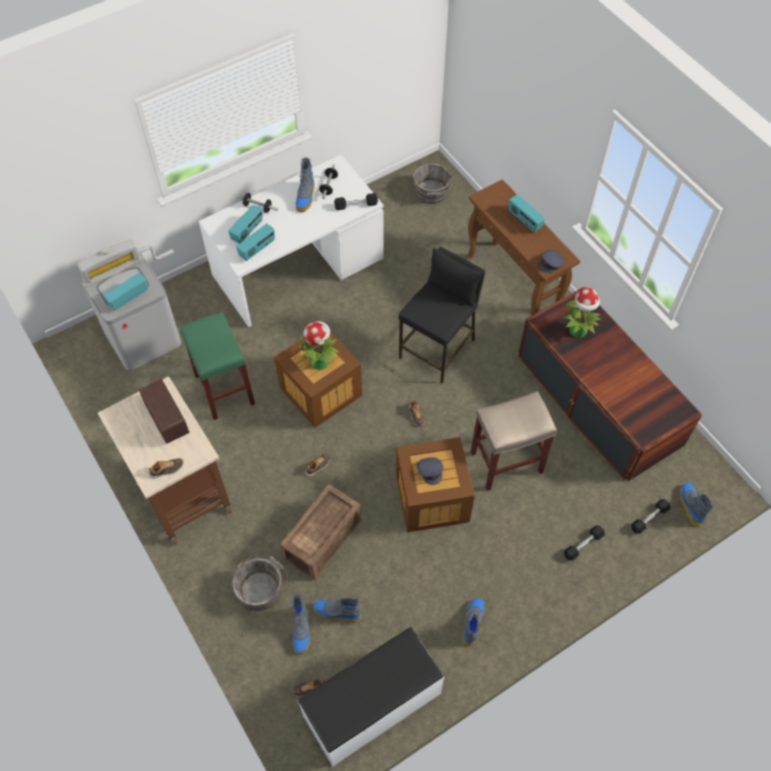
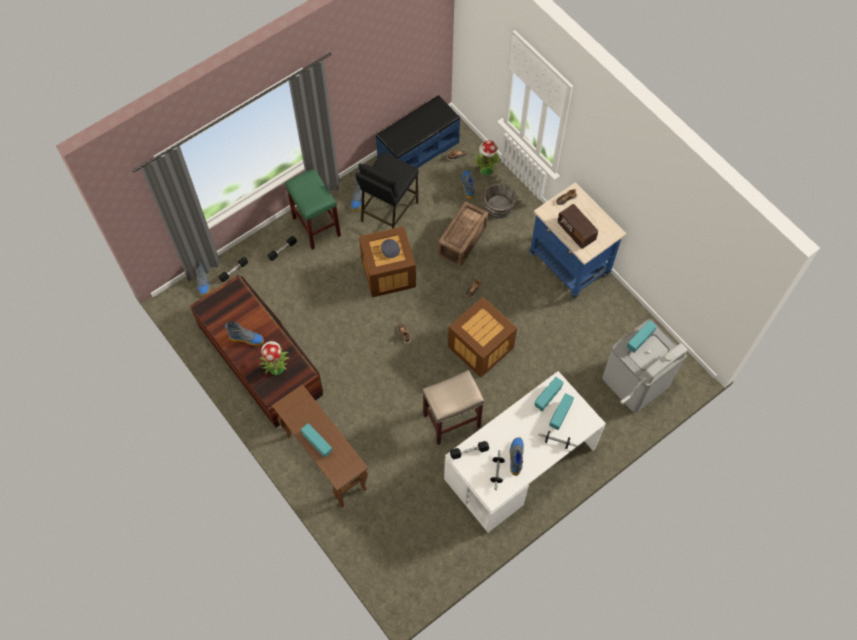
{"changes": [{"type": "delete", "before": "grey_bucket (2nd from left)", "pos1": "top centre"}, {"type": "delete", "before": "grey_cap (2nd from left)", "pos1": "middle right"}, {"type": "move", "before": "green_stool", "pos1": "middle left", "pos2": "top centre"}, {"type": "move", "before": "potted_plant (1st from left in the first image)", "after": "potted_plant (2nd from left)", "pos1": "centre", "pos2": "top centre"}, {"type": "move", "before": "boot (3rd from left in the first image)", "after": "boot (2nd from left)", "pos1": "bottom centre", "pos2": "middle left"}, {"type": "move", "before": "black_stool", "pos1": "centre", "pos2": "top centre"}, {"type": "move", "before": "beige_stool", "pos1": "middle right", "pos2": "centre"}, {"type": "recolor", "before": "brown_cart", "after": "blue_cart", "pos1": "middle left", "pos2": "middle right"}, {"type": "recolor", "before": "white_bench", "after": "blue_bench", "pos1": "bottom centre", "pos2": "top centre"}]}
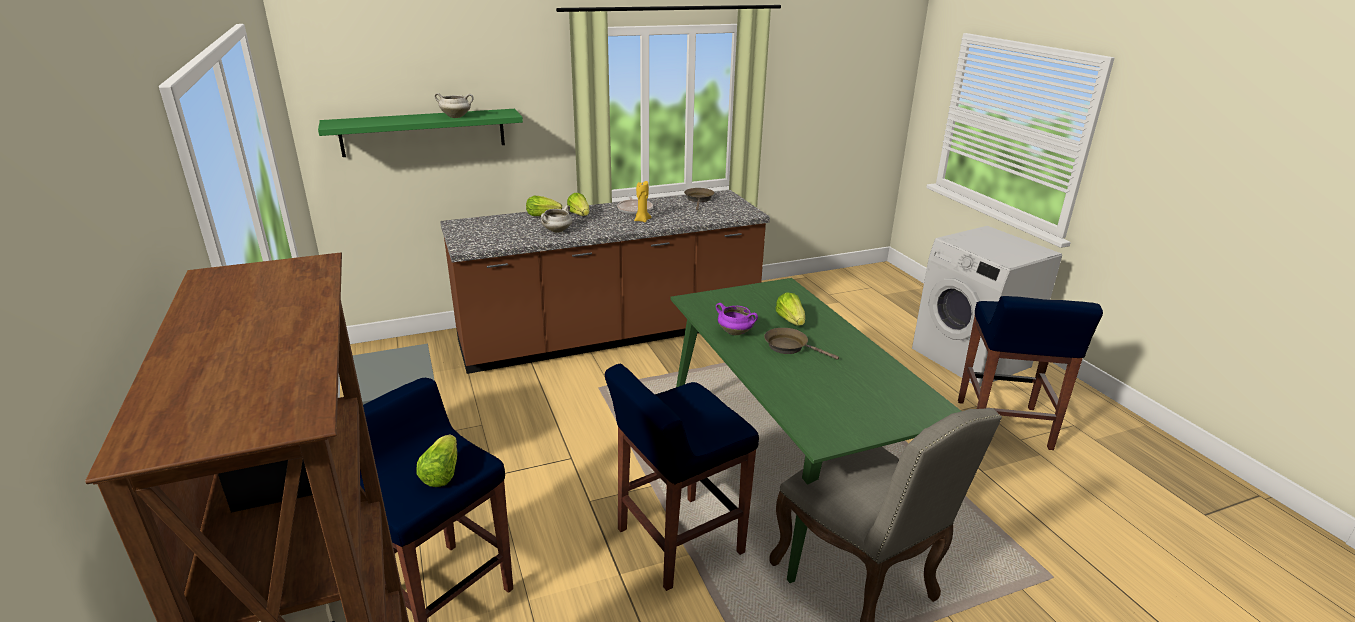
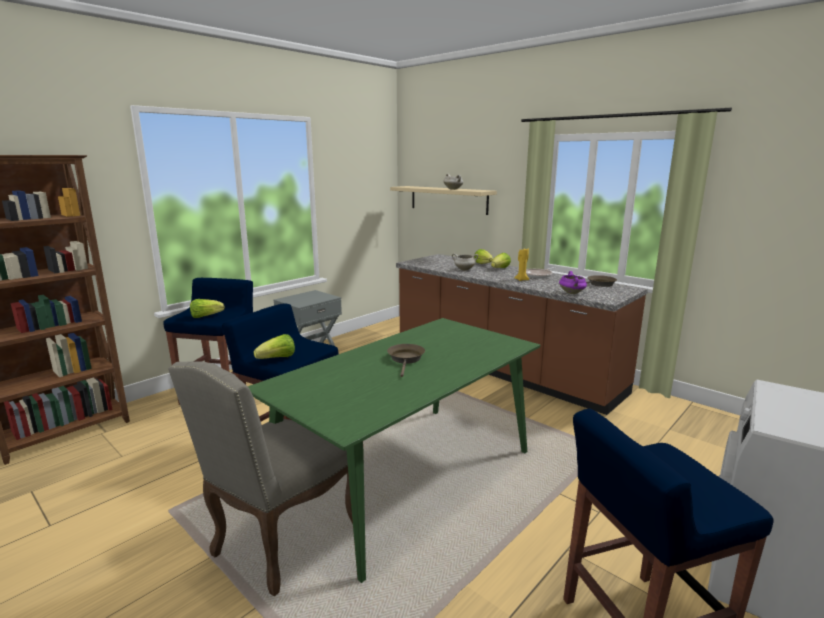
{"changes": [{"type": "move", "before": "purple_cooking_pot", "pos1": "centre", "pos2": "middle right"}, {"type": "move", "before": "lettuce (4th from left in the first image)", "after": "lettuce (2nd from left)", "pos1": "centre", "pos2": "middle left"}, {"type": "recolor", "before": "green_shelf", "after": "beige_shelf", "pos1": "top left", "pos2": "top centre"}]}
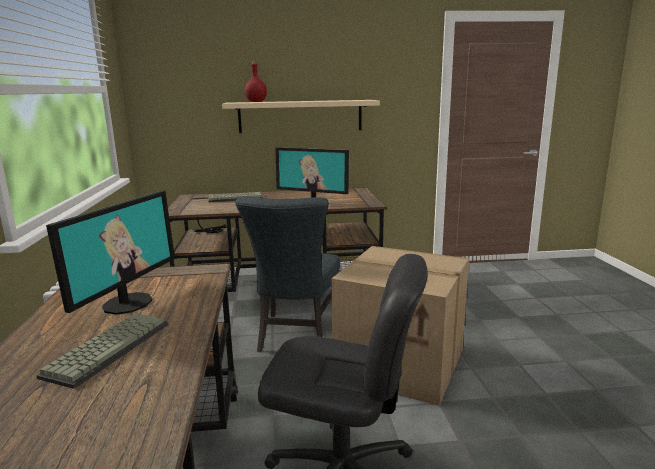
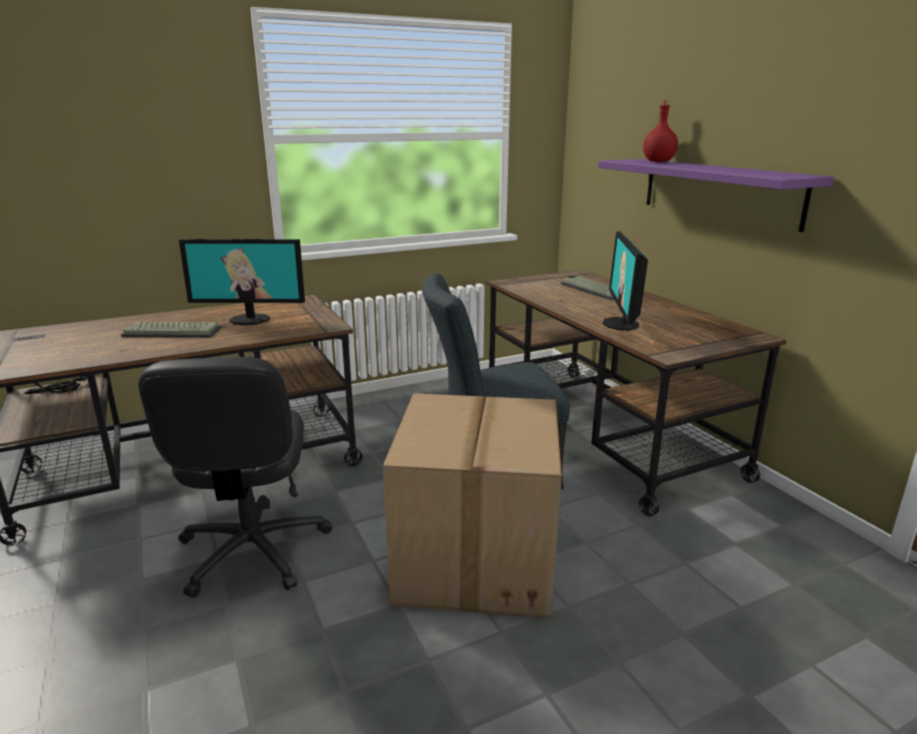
{"changes": [{"type": "recolor", "before": "beige_shelf", "after": "purple_shelf", "pos1": "top centre", "pos2": "top right"}]}
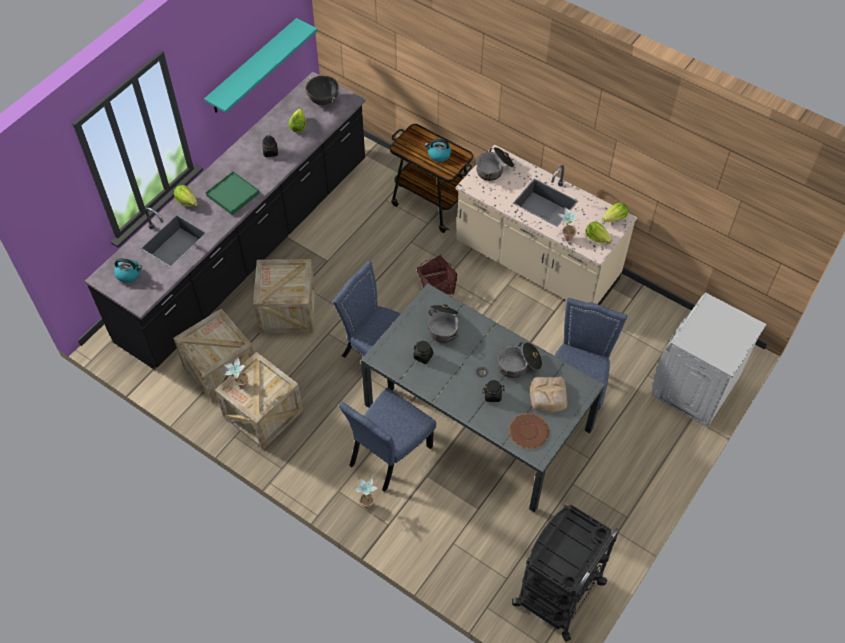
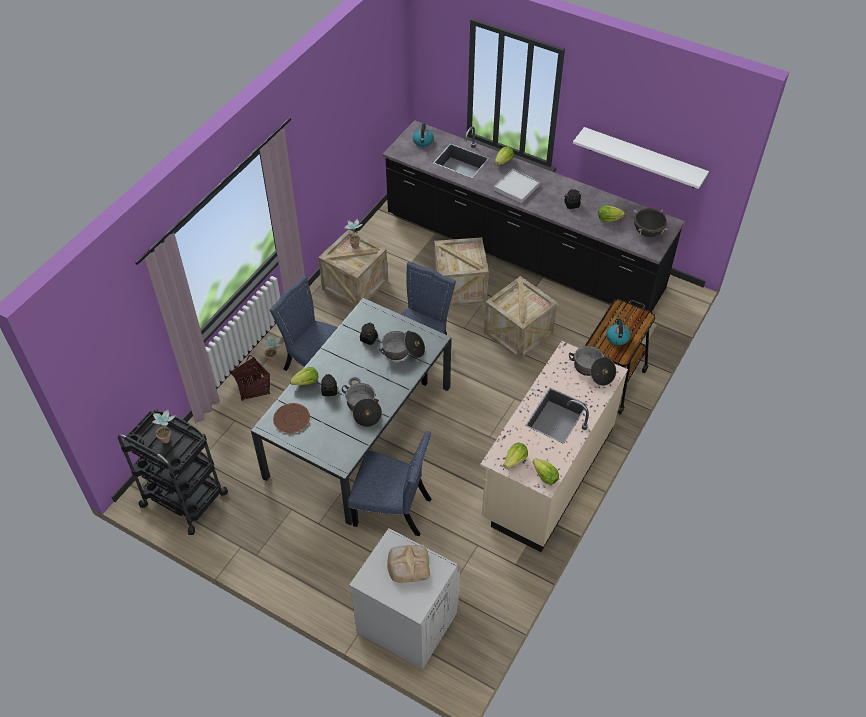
{"changes": [{"type": "insert", "after": "lettuce (1st from left)", "pos2": "centre"}, {"type": "move", "before": "crate (1st from left in the first image)", "after": "crate (3rd from left)", "pos1": "middle left", "pos2": "centre"}, {"type": "move", "before": "basket", "pos1": "centre", "pos2": "middle left"}, {"type": "move", "before": "bread", "pos1": "centre", "pos2": "bottom centre"}, {"type": "move", "before": "potted_plant (3rd from left in the first image)", "after": "potted_plant (1st from left)", "pos1": "middle right", "pos2": "middle left"}, {"type": "recolor", "before": "turquoise_shelf", "after": "white_shelf", "pos1": "top left", "pos2": "top right"}, {"type": "recolor", "before": "green_tray", "after": "white_tray", "pos1": "top left", "pos2": "top centre"}]}
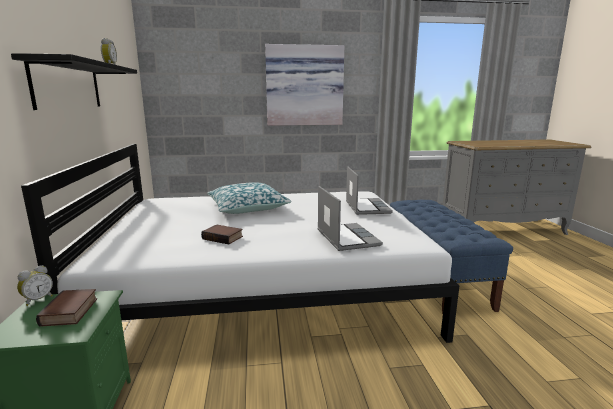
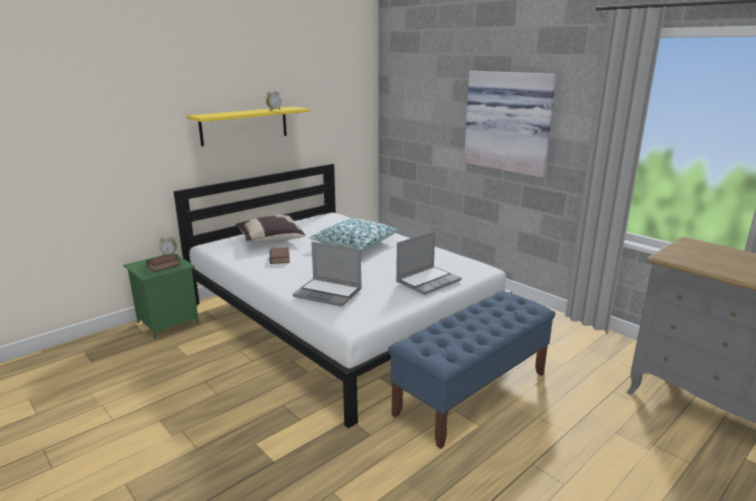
{"changes": [{"type": "insert", "after": "pillow (1st from left)", "pos2": "centre"}, {"type": "recolor", "before": "black_shelf", "after": "yellow_shelf", "pos1": "top left", "pos2": "top left"}, {"type": "rotate", "before": "laptop (1st from left)", "pos1": "centre", "pos2": "centre", "turn": 75}]}
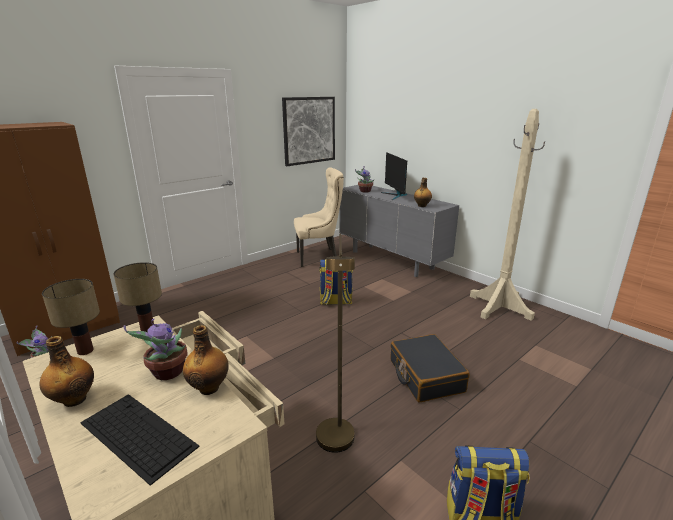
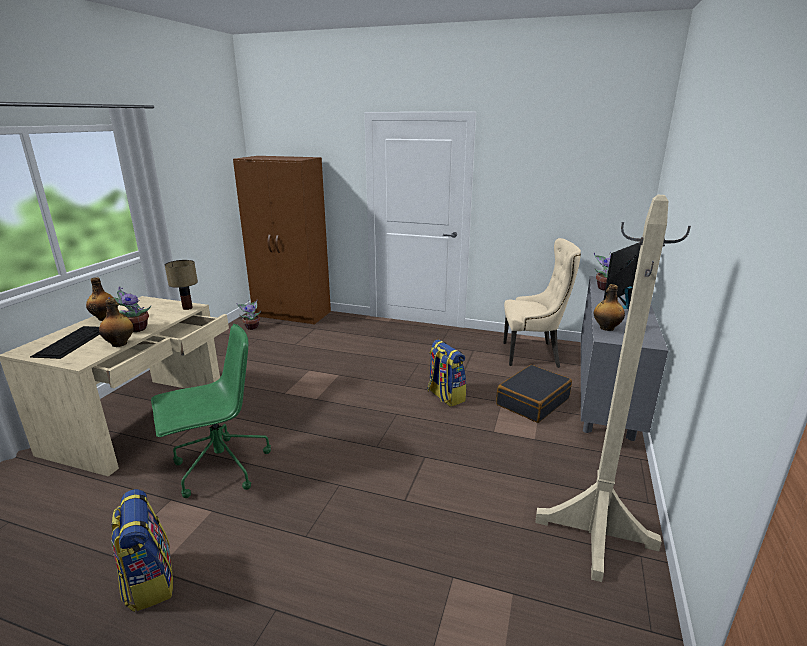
{"changes": [{"type": "delete", "before": "table_lamp (1st from left)", "pos1": "middle left"}, {"type": "delete", "before": "picture", "pos1": "top centre"}, {"type": "move", "before": "black_suitcase", "pos1": "bottom centre", "pos2": "centre"}, {"type": "replace", "before": "brown_floor_lamp", "after": "green_office_chair", "pos1": "centre", "pos2": "middle left"}, {"type": "rotate", "before": "beige_chair", "pos1": "centre", "pos2": "middle right", "turn": -45}]}
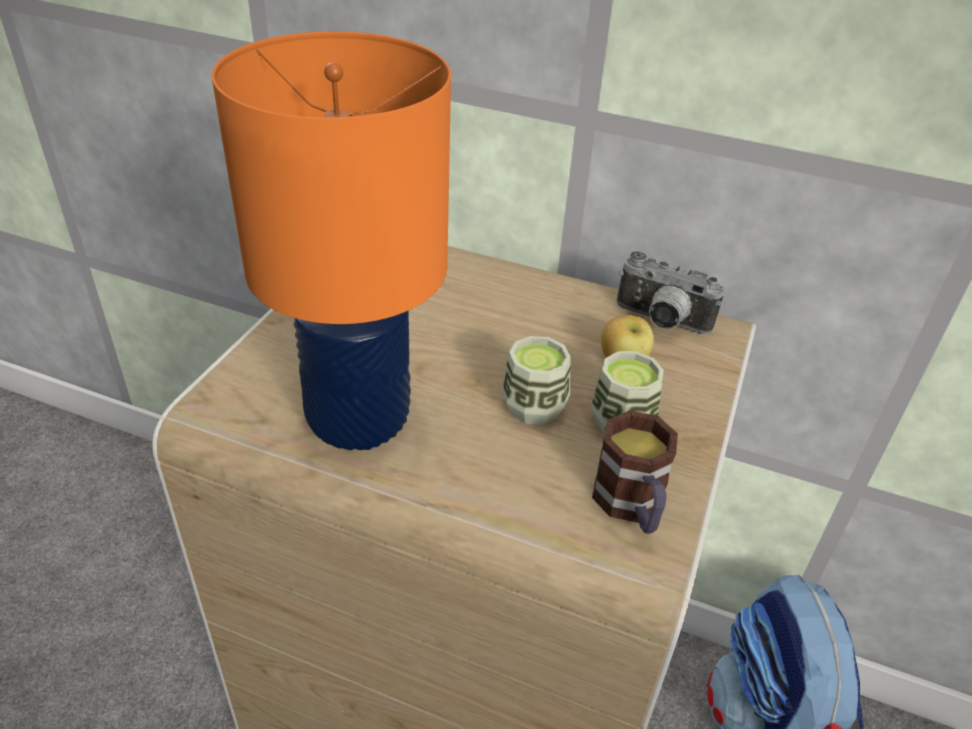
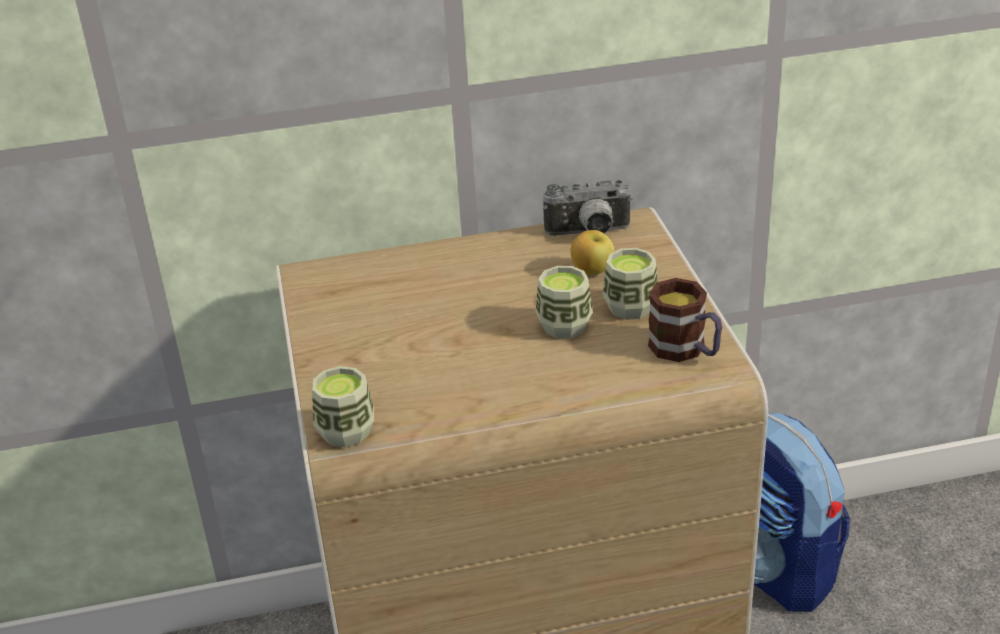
{"changes": [{"type": "delete", "before": "orange_table_lamp", "pos1": "top centre"}, {"type": "insert", "after": "cup (1st from left)", "pos2": "centre"}]}
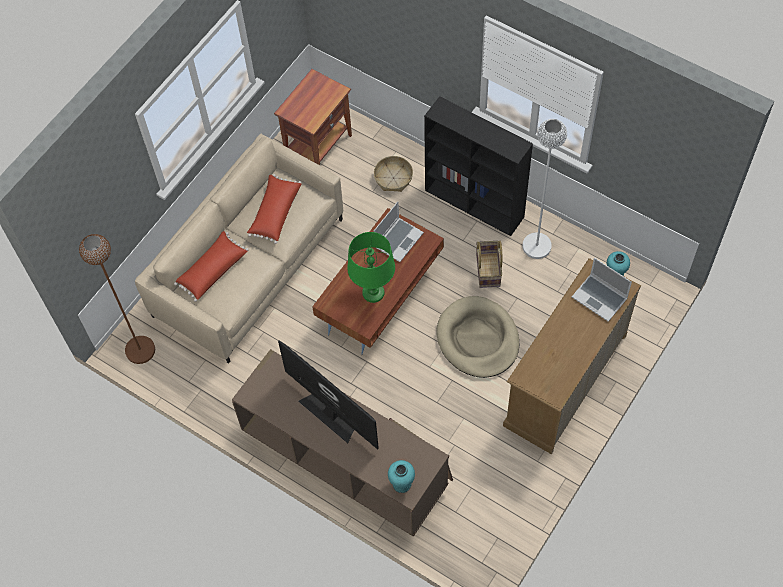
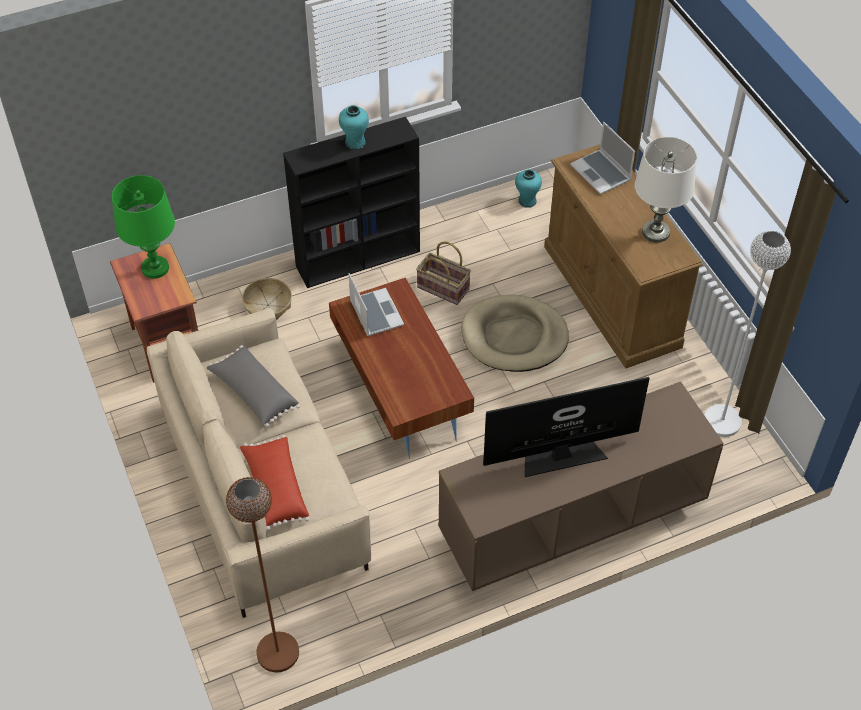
{"changes": [{"type": "insert", "after": "white_table_lamp", "pos2": "top right"}, {"type": "move", "before": "green_table_lamp", "pos1": "centre", "pos2": "top left"}, {"type": "move", "before": "turquoise_vase (1st from left)", "pos1": "bottom centre", "pos2": "top centre"}, {"type": "move", "before": "white_floor_lamp", "pos1": "top right", "pos2": "middle right"}, {"type": "recolor", "before": "red_pillow (2nd from left)", "after": "grey_pillow", "pos1": "centre", "pos2": "middle left"}, {"type": "rotate", "before": "laptop (2nd from left)", "pos1": "middle right", "pos2": "top right", "turn": 75}]}
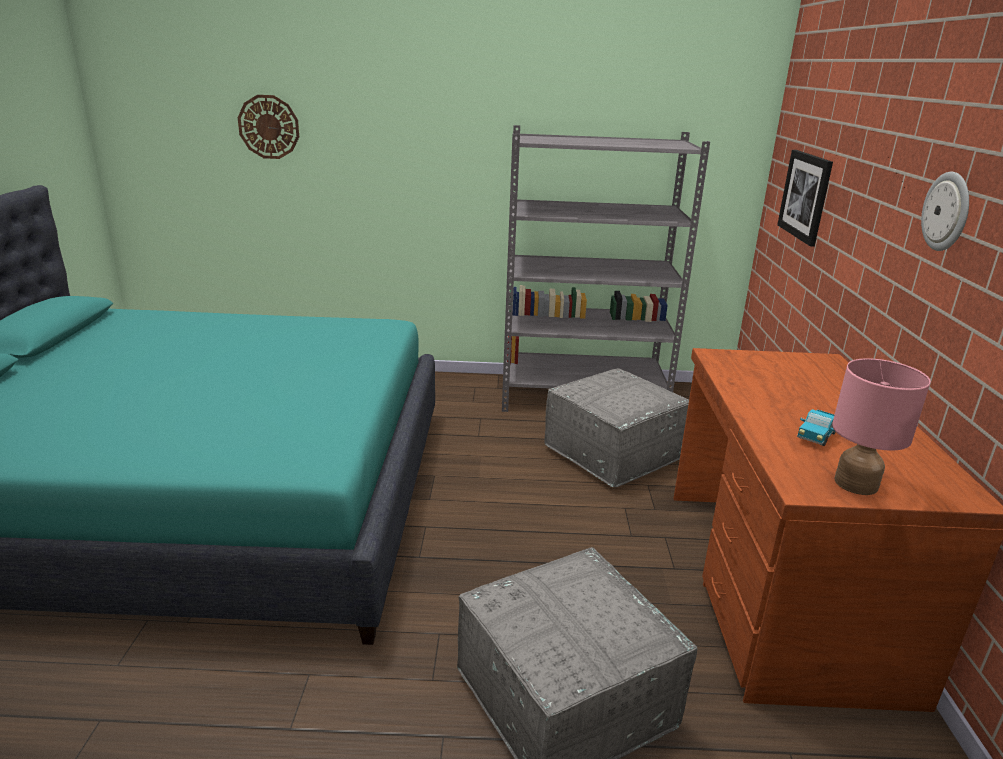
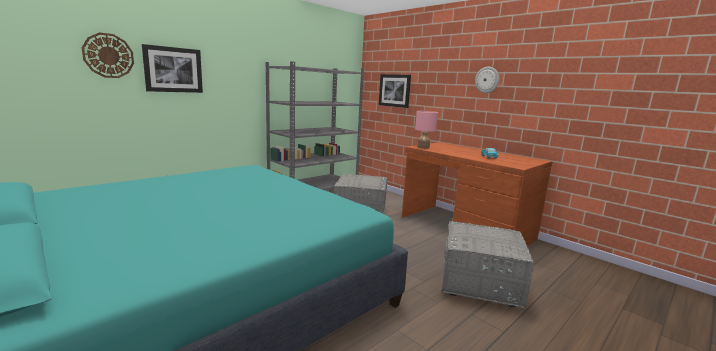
{"changes": [{"type": "insert", "after": "picture (1st from left)", "pos2": "top left"}, {"type": "move", "before": "pink_table_lamp", "pos1": "middle right", "pos2": "centre"}]}
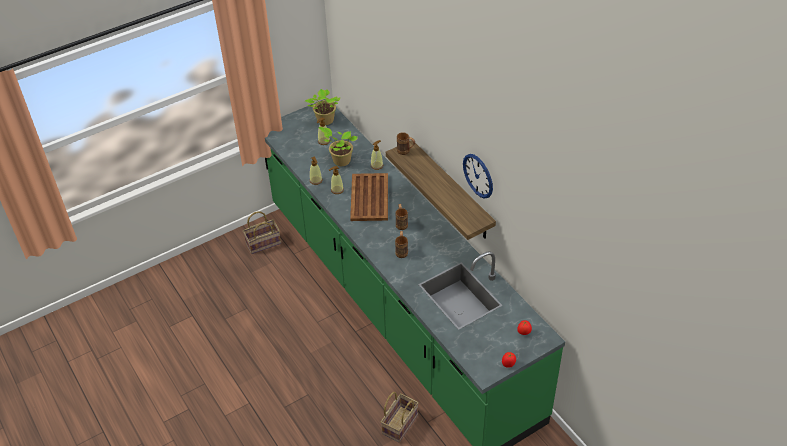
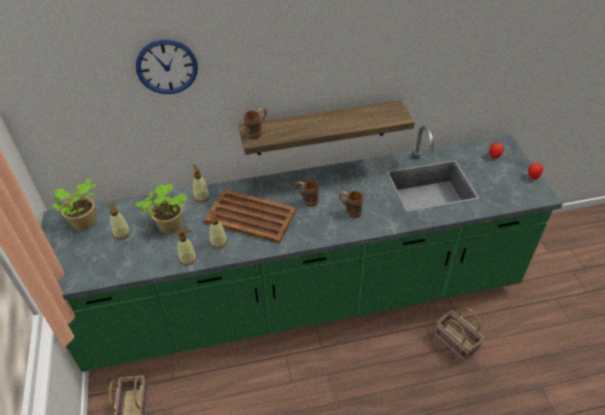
{"changes": [{"type": "move", "before": "wall_clock", "pos1": "centre", "pos2": "top left"}]}
